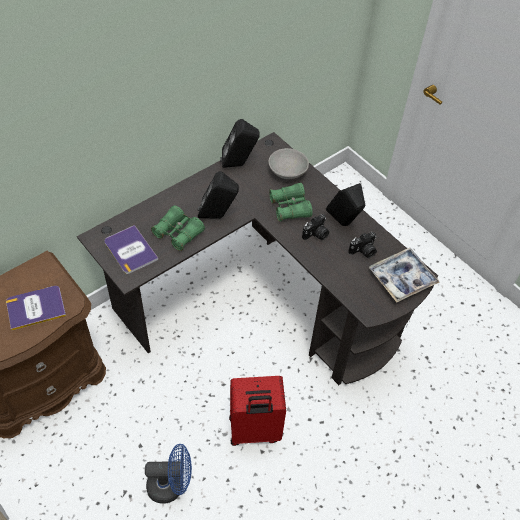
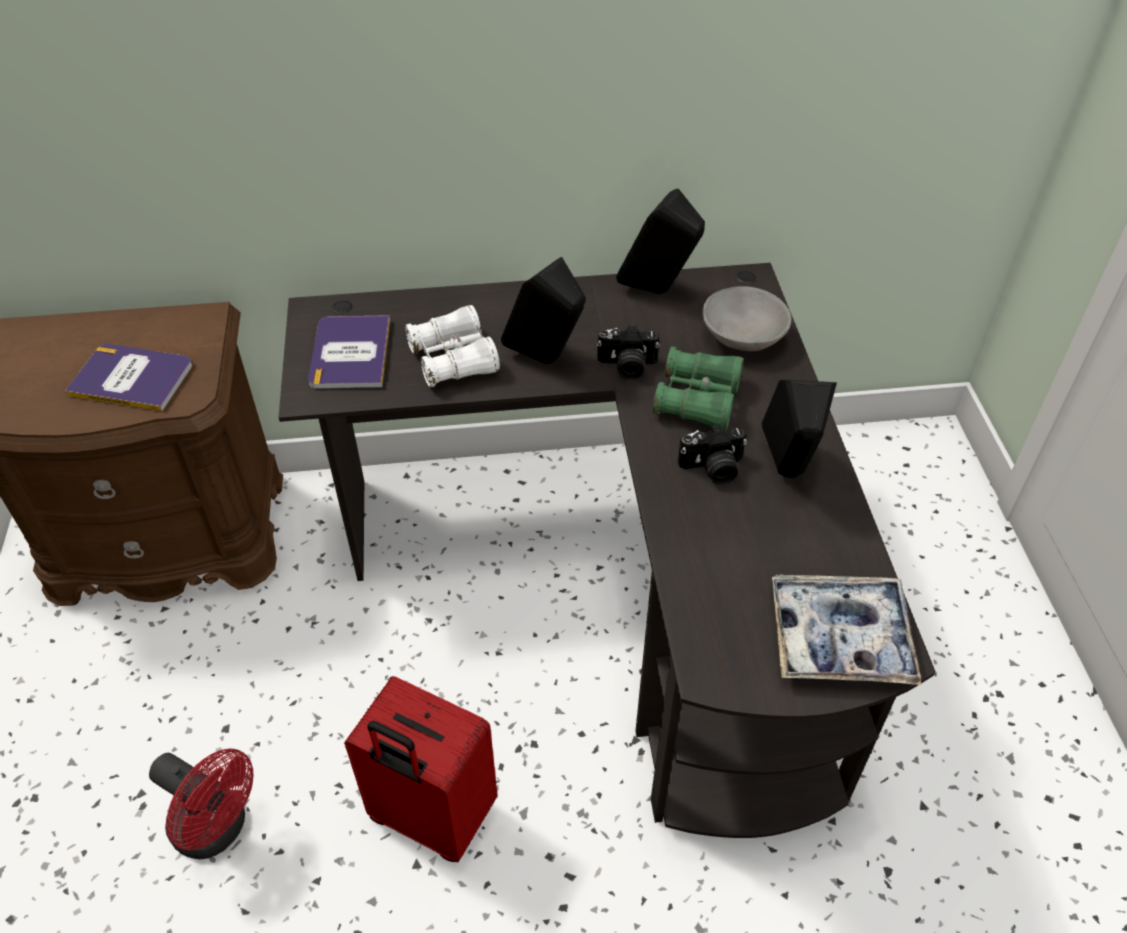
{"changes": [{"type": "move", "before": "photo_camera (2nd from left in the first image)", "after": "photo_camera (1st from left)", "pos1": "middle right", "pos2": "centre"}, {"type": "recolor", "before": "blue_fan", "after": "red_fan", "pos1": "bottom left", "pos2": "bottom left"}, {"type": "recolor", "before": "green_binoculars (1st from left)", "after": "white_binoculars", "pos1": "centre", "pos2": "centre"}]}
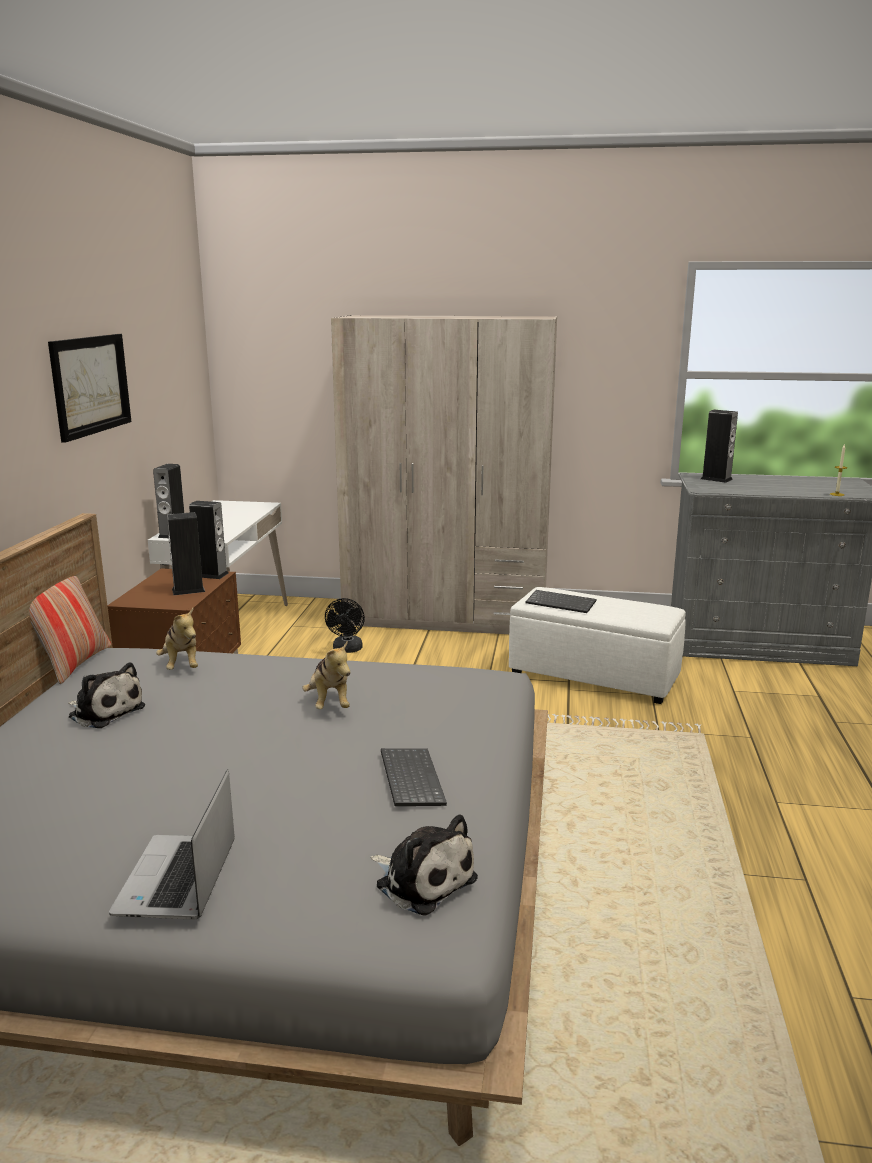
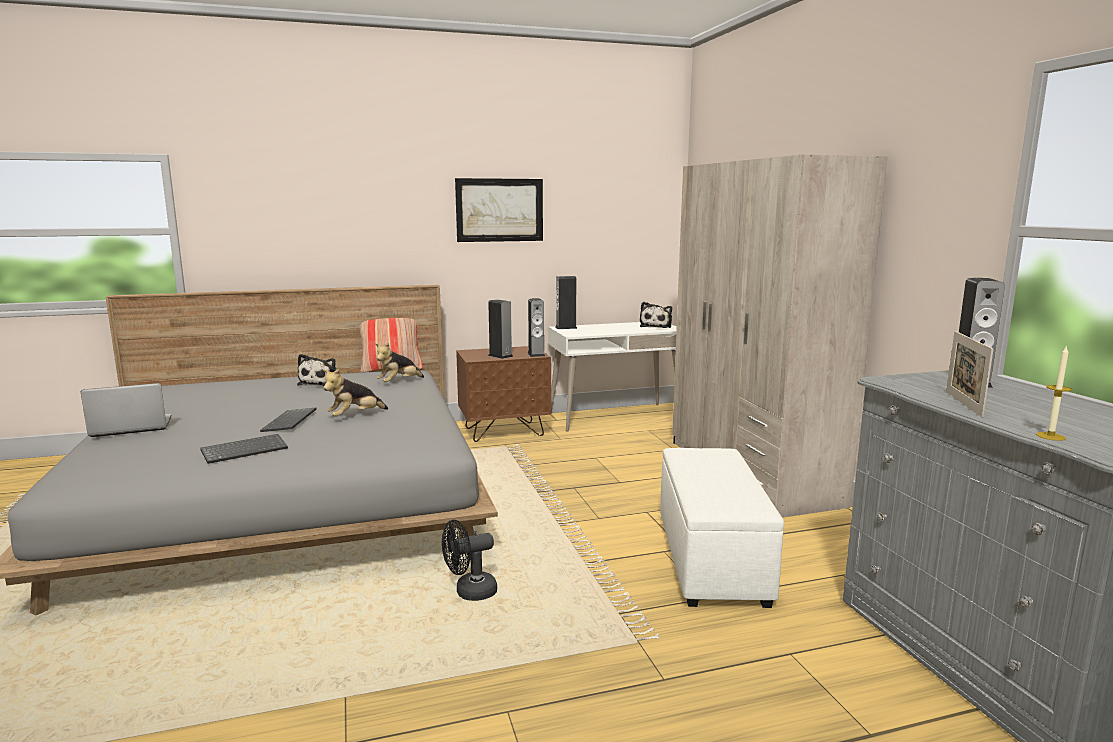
{"changes": [{"type": "insert", "after": "picture_frame", "pos2": "middle right"}, {"type": "move", "before": "black_fan", "pos1": "centre", "pos2": "bottom centre"}, {"type": "move", "before": "plush_toy (4th from left)", "pos1": "bottom centre", "pos2": "centre"}, {"type": "move", "before": "keyboard (2nd from left)", "pos1": "centre", "pos2": "middle left"}]}
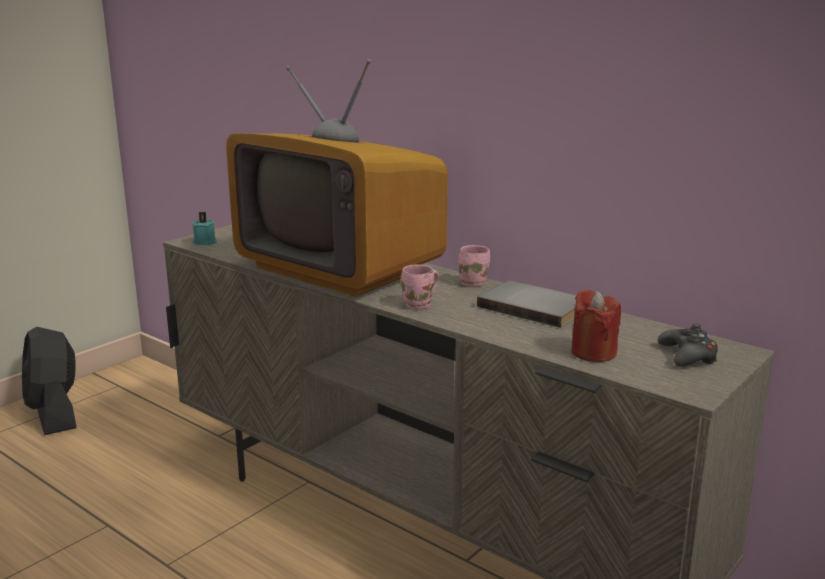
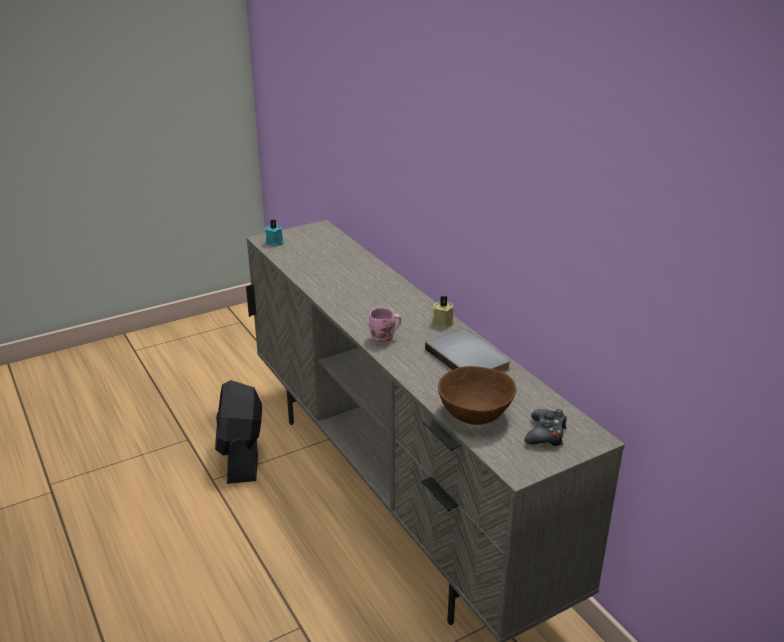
{"changes": [{"type": "delete", "before": "television", "pos1": "top centre"}, {"type": "move", "before": "black_fan", "pos1": "middle left", "pos2": "bottom left"}, {"type": "replace", "before": "pink_mug (2nd from left)", "after": "beige_candle", "pos1": "centre", "pos2": "centre"}, {"type": "replace", "before": "red_candle", "after": "brown_bowl", "pos1": "middle right", "pos2": "centre"}]}
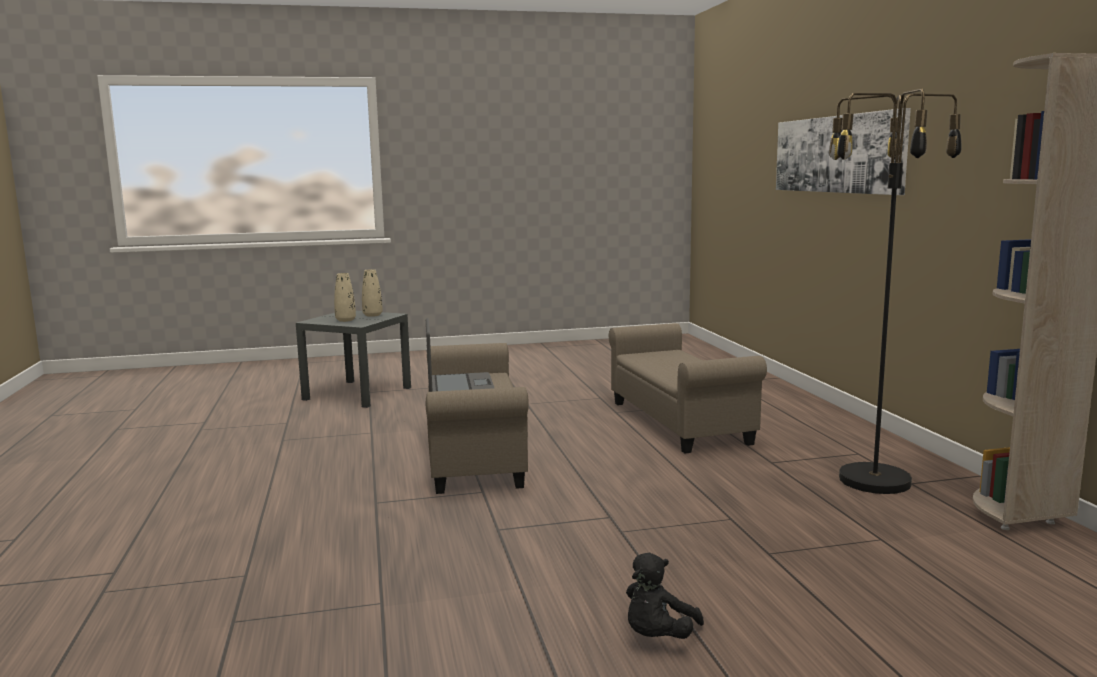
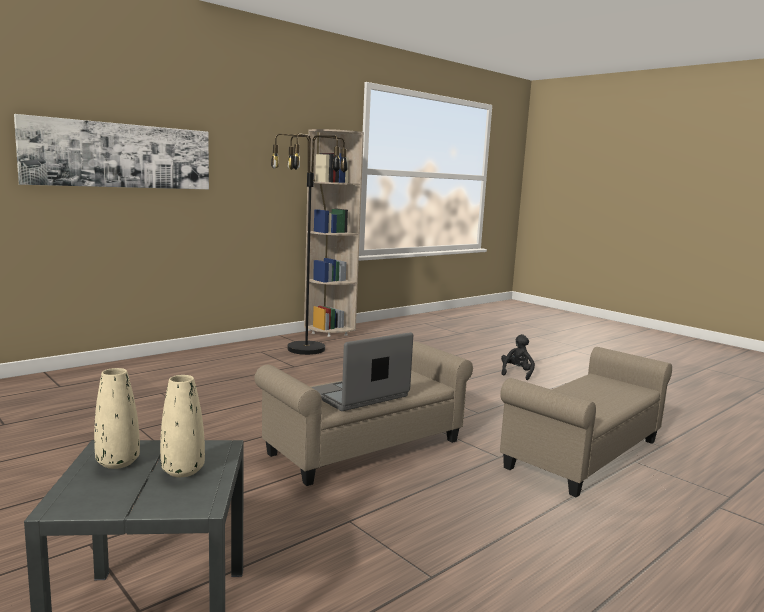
{"changes": [{"type": "move", "before": "beige_ottoman (2nd from left)", "pos1": "centre", "pos2": "bottom right"}, {"type": "rotate", "before": "black_plush_toy", "pos1": "bottom centre", "pos2": "middle right", "turn": -75}]}
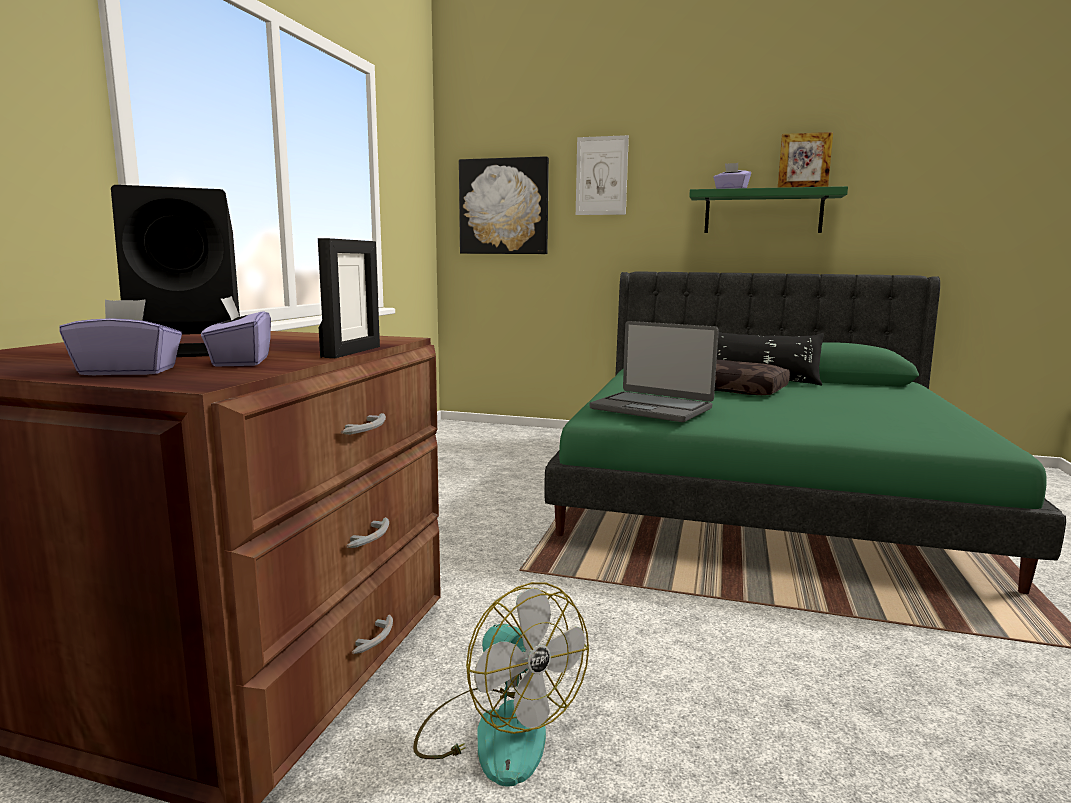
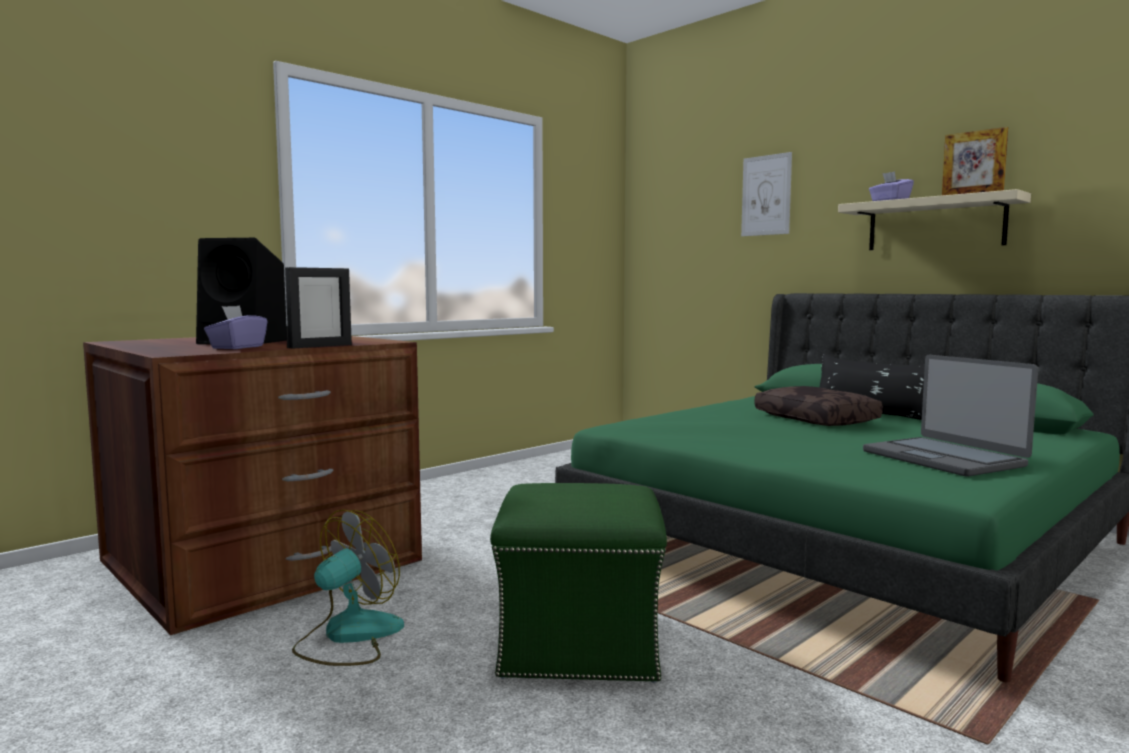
{"changes": [{"type": "delete", "before": "purple_tissue_box (1st from left)", "pos1": "middle left"}, {"type": "delete", "before": "picture (1st from left)", "pos1": "top centre"}, {"type": "insert", "after": "green_ottoman", "pos2": "bottom centre"}, {"type": "move", "before": "laptop", "pos1": "centre", "pos2": "middle right"}, {"type": "recolor", "before": "green_shelf", "after": "beige_shelf", "pos1": "top right", "pos2": "top right"}, {"type": "rotate", "before": "fan", "pos1": "bottom centre", "pos2": "bottom left", "turn": -135}]}
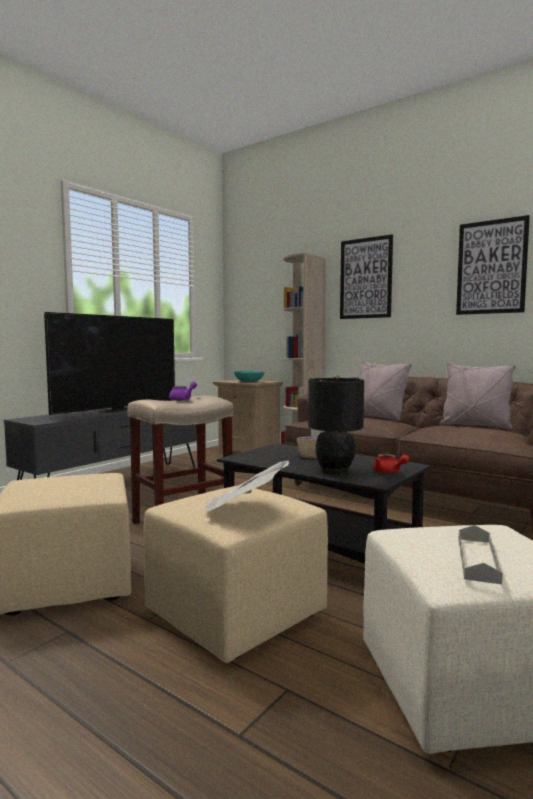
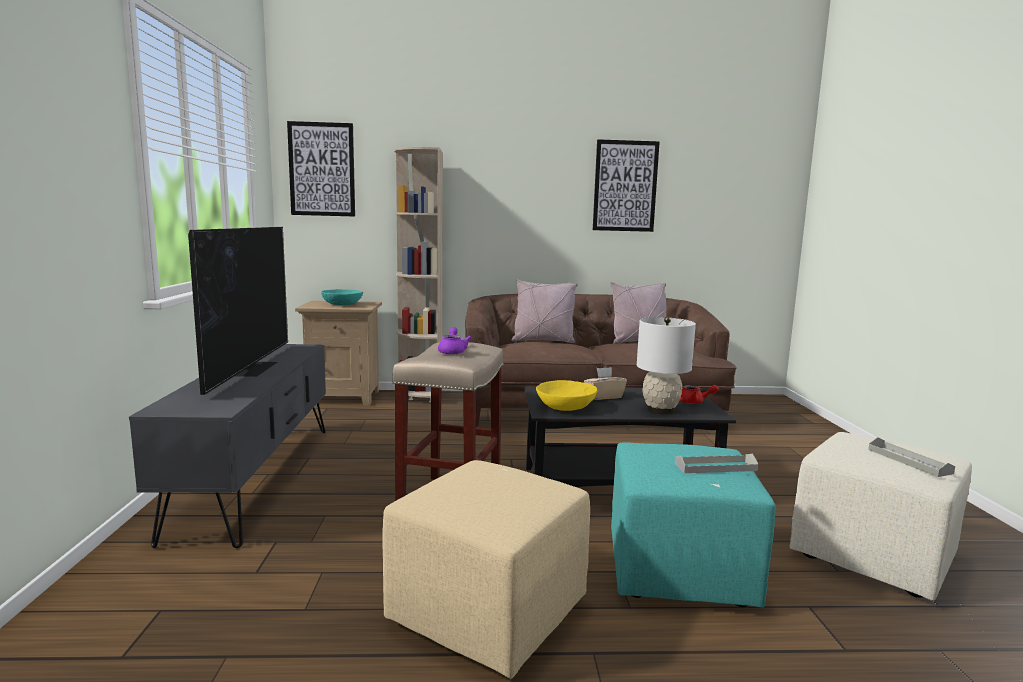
{"changes": [{"type": "insert", "after": "yellow_bowl", "pos2": "centre"}, {"type": "move", "before": "picture (1st from left)", "pos1": "middle right", "pos2": "top left"}, {"type": "replace", "before": "newspaper", "after": "grey_tray (1st from left)", "pos1": "centre", "pos2": "bottom right"}, {"type": "recolor", "before": "beige_ottoman (2nd from left)", "after": "turquoise_ottoman", "pos1": "bottom centre", "pos2": "bottom right"}, {"type": "recolor", "before": "black_table_lamp", "after": "white_table_lamp", "pos1": "centre", "pos2": "centre"}]}
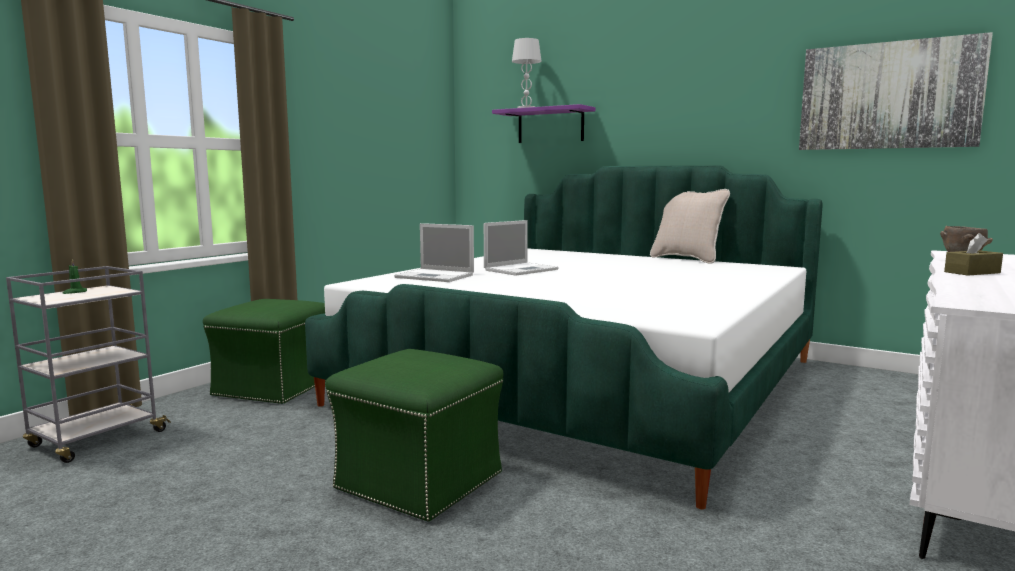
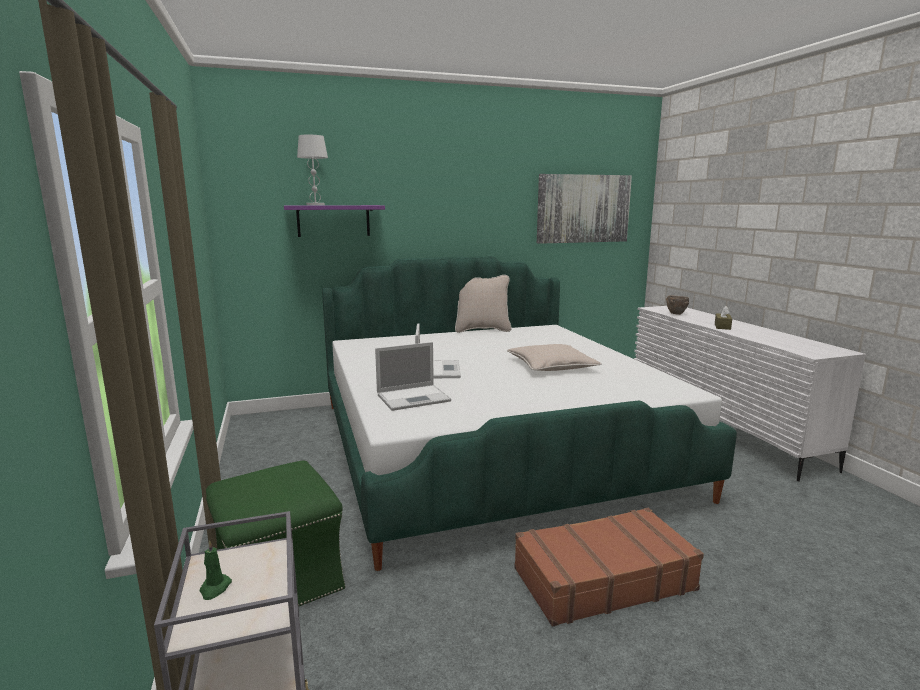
{"changes": [{"type": "insert", "after": "beige_pillow (2nd from left)", "pos2": "centre"}, {"type": "replace", "before": "green_ottoman (2nd from left)", "after": "brown_suitcase", "pos1": "bottom centre", "pos2": "bottom centre"}]}
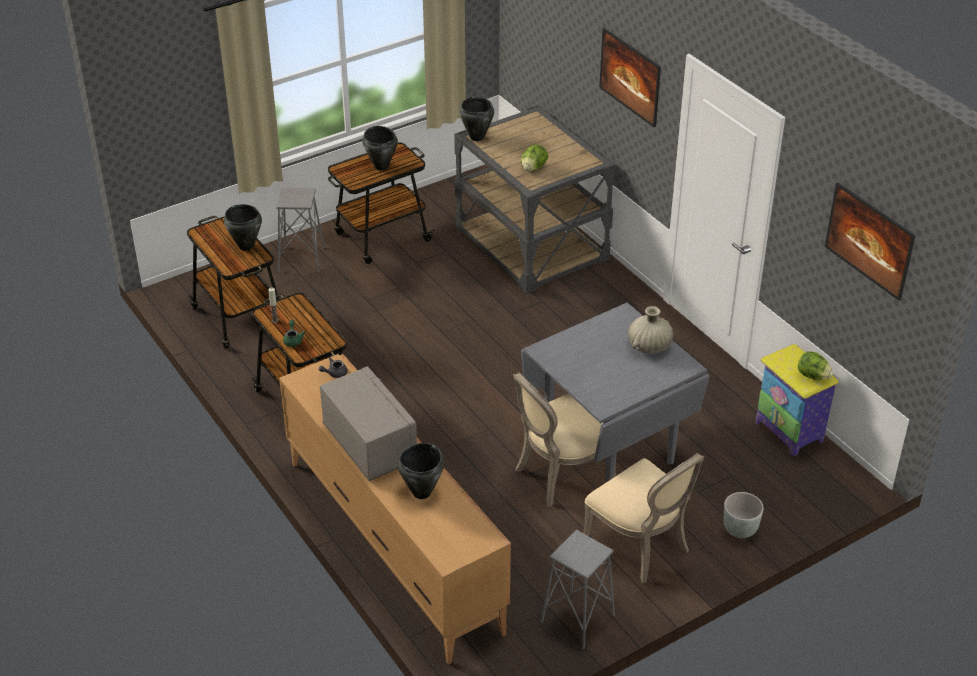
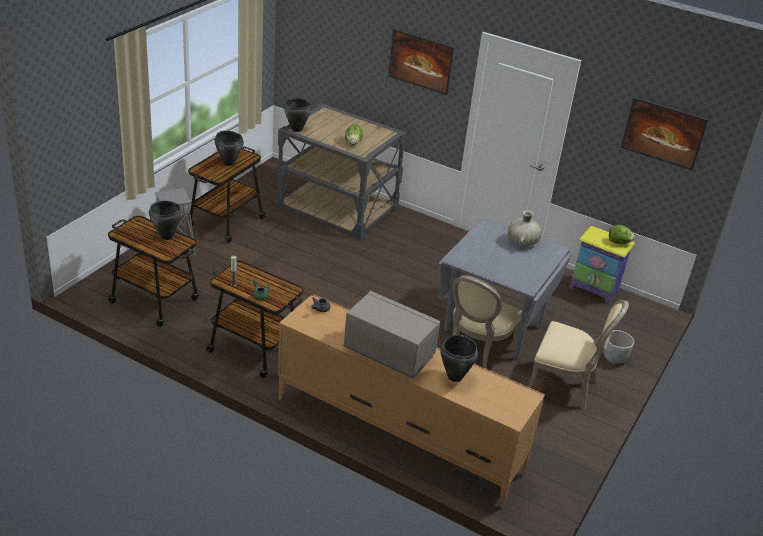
{"changes": [{"type": "delete", "before": "grey_stool (2nd from left)", "pos1": "bottom centre"}]}
